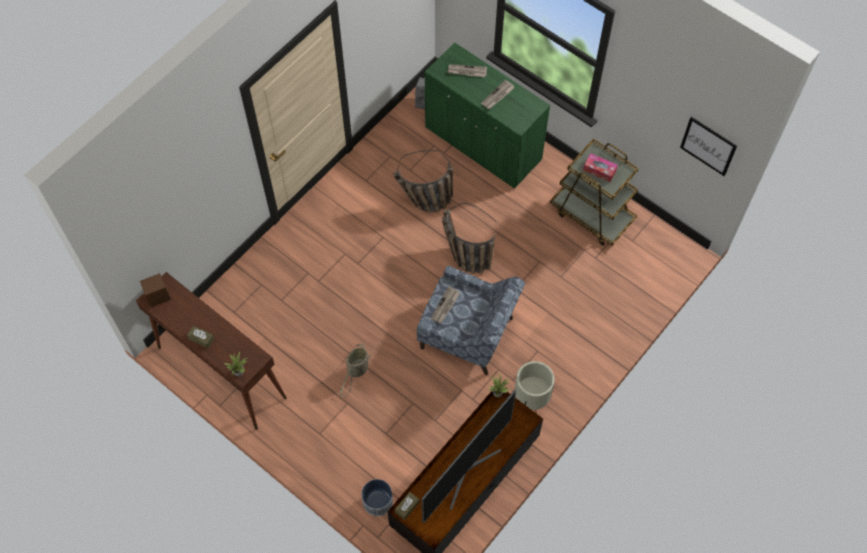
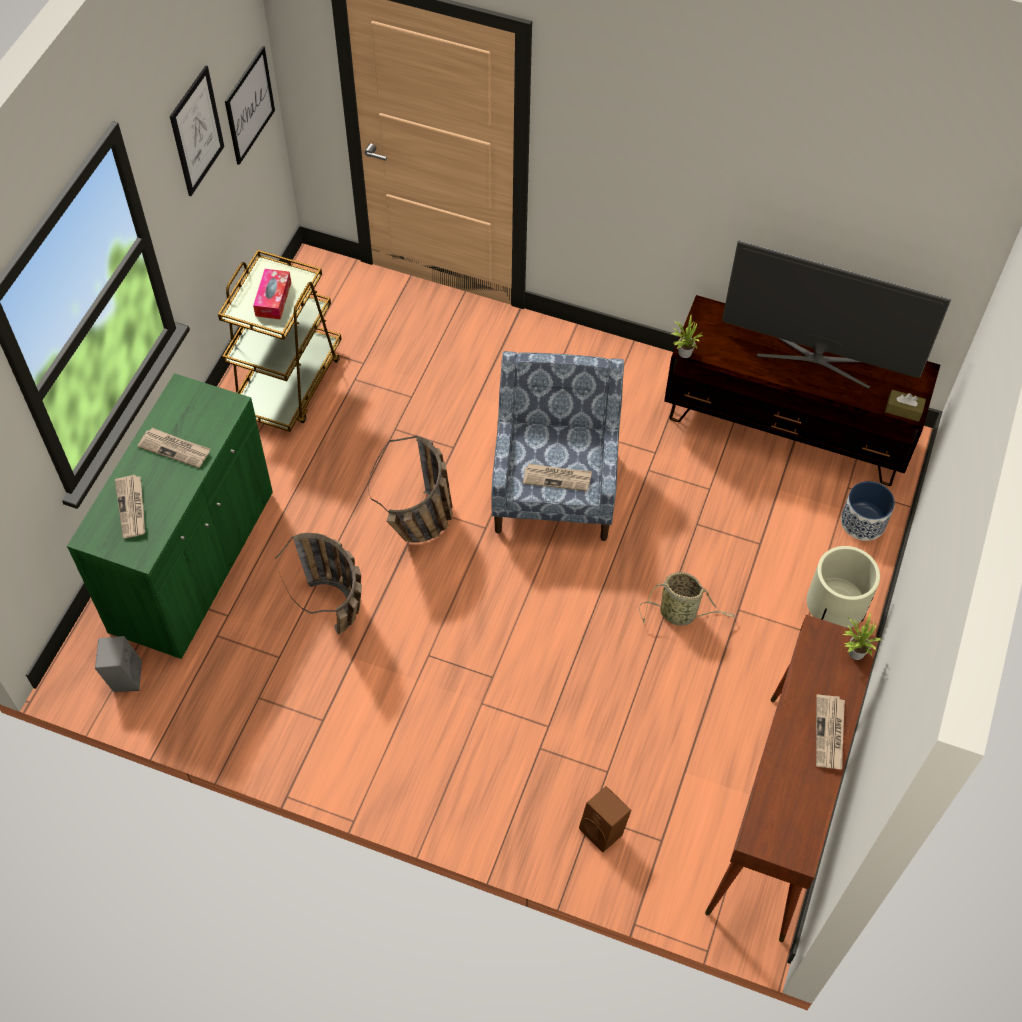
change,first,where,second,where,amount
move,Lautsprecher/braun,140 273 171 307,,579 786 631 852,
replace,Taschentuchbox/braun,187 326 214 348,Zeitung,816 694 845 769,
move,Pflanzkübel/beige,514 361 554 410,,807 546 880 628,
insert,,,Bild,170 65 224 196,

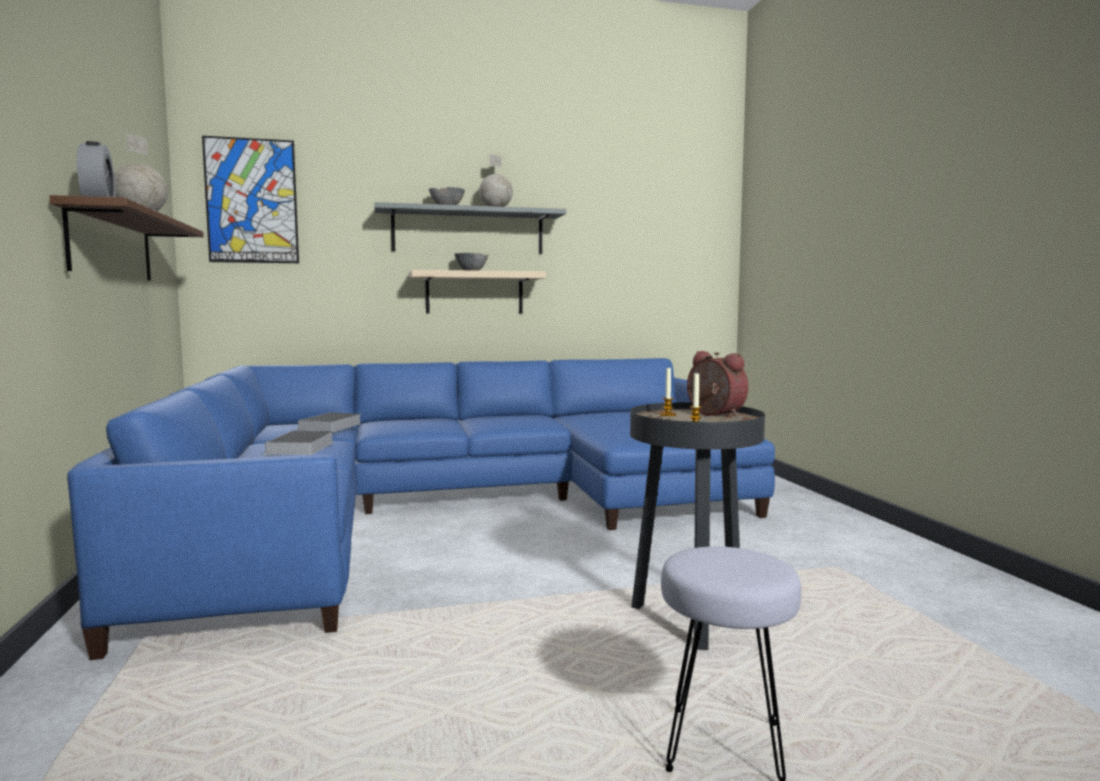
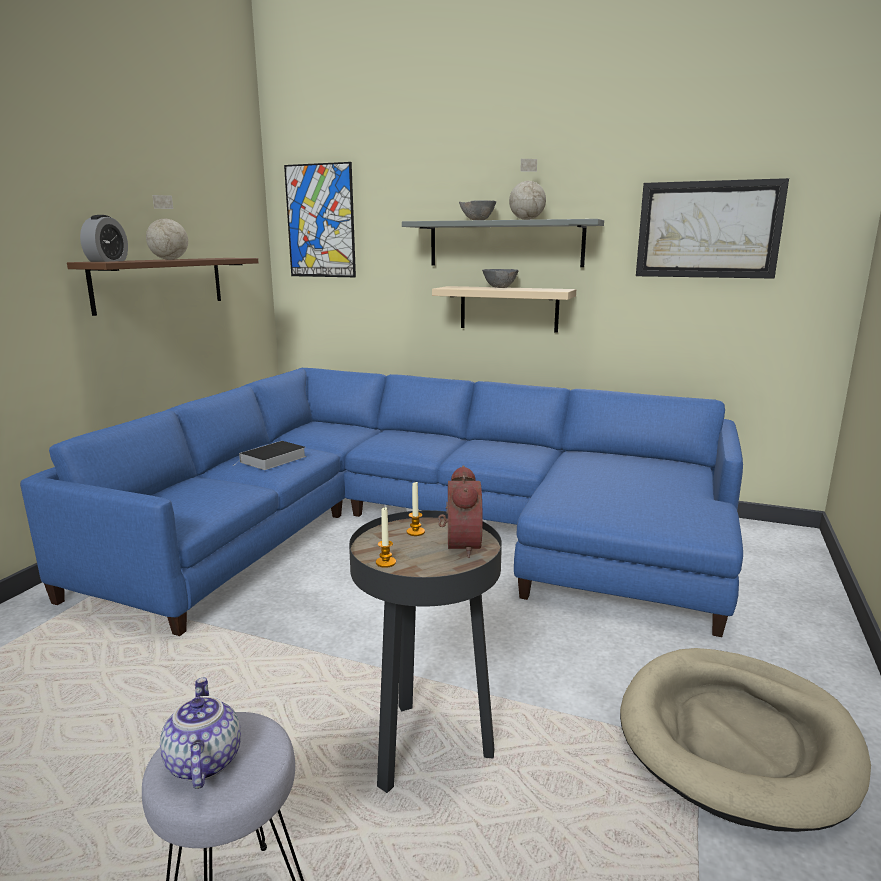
change,first,where,second,where,amount
delete,Buch,295 412 362 432,,,
insert,,,Bild,636 178 789 279,
insert,,,Hundebett/beige,620 648 871 832,
insert,,,Teekanne,160 677 241 789,

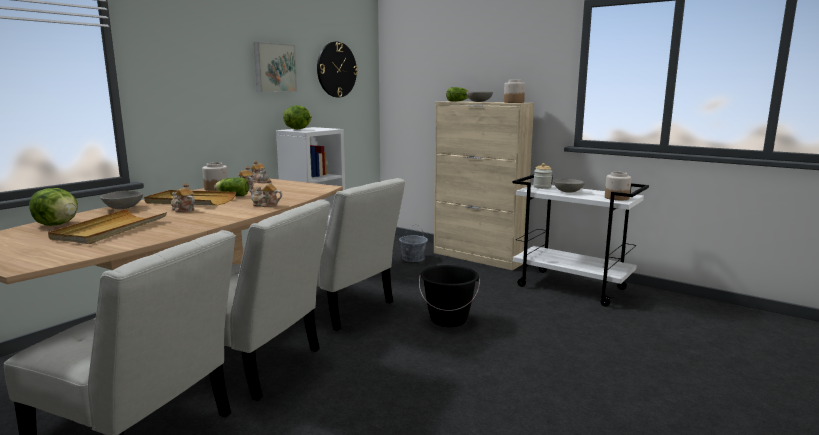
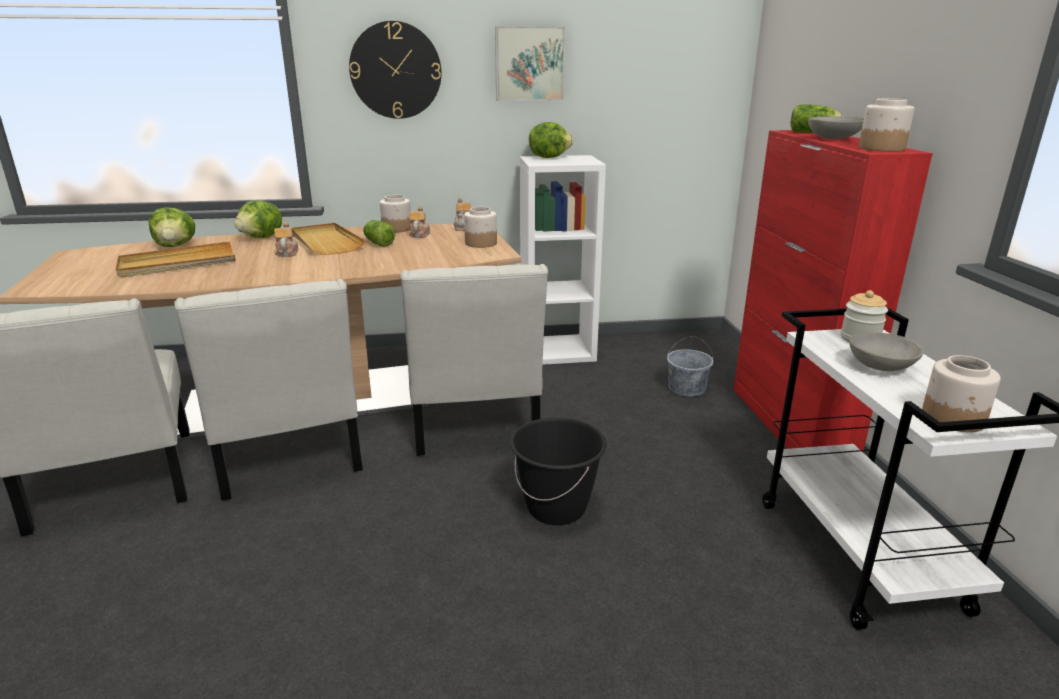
change,first,where,second,where,amount
move,Wanduhr,317 42 358 97,,349 21 441 119,
recolor,Schrank/beige,434 101 534 270,Schrank/rot,733 130 933 452,
delete,Teekanne,249 179 282 207,,,
replace,Schüssel/grau,100 191 143 209,Salatkopf,234 200 282 238,
insert,,,Vorratsglas,464 207 497 248,

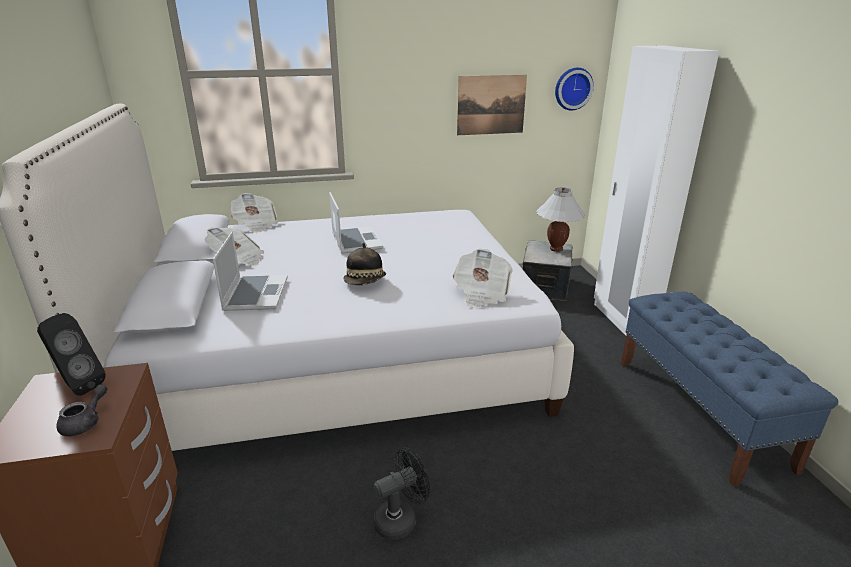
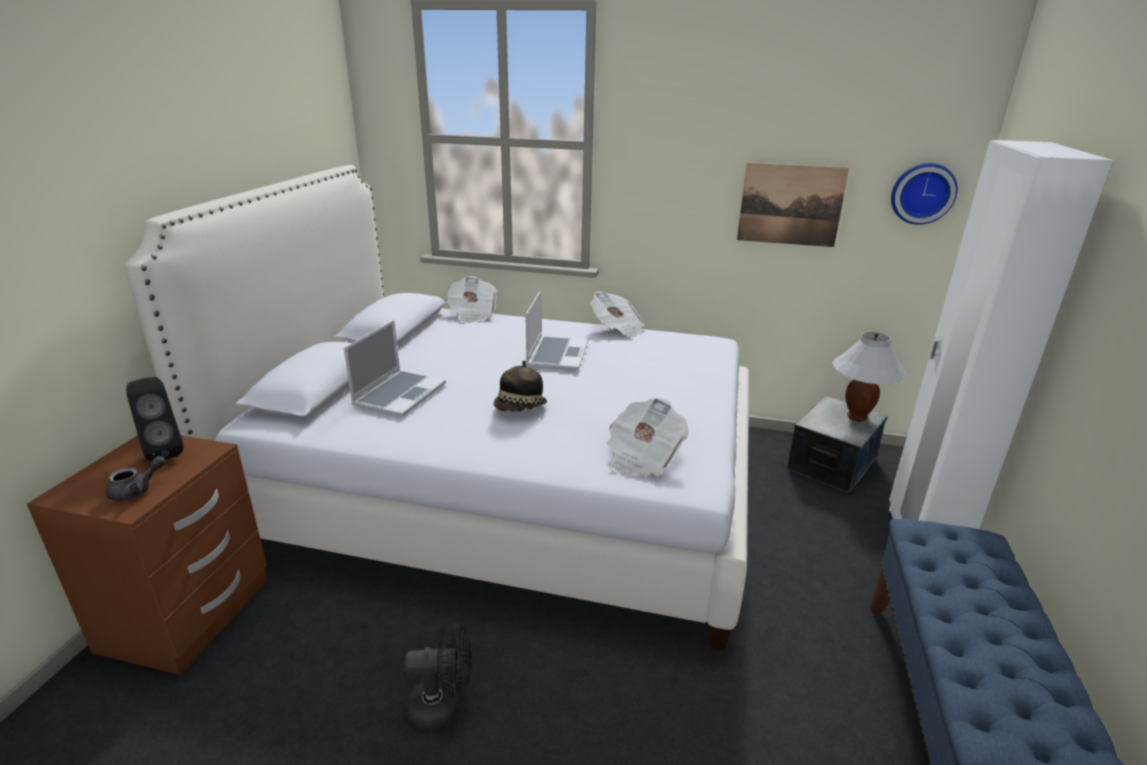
change,first,where,second,where,amount
move,Zeitung,204 227 264 267,,590 291 645 339,

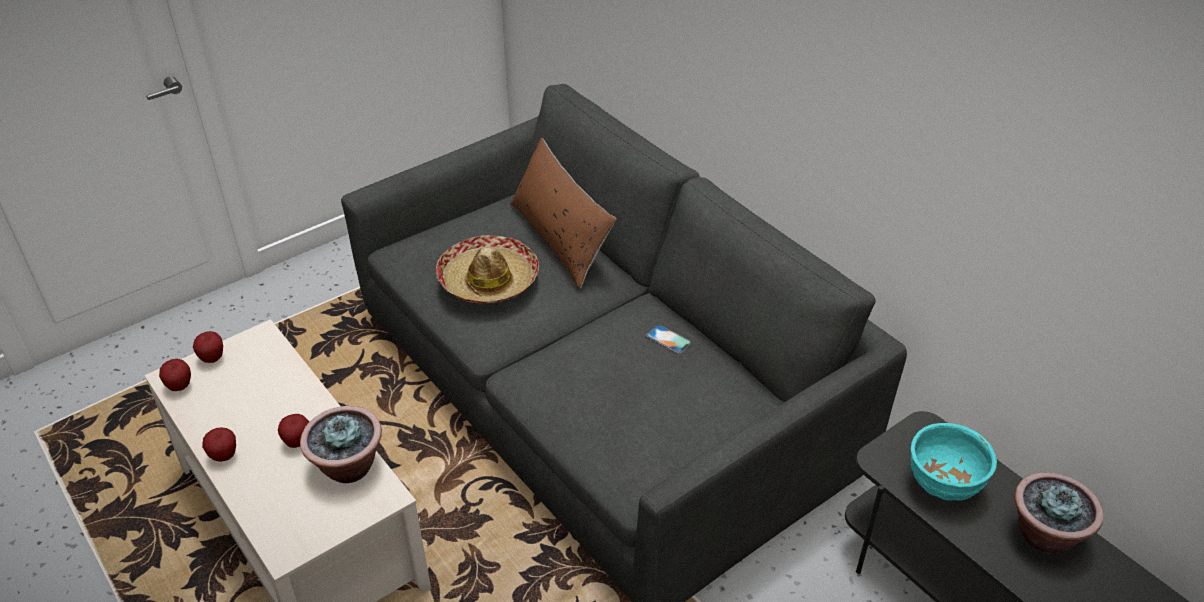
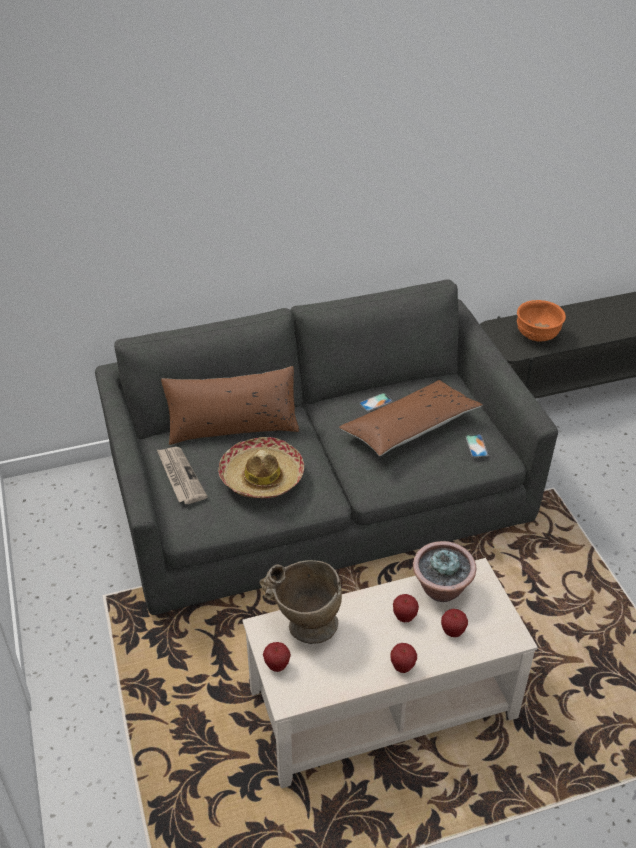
change,first,where,second,where,amount
move,Apfel,159 359 191 391,,441 609 468 637,
recolor,Schüssel/türkis,911 423 997 501,Schüssel/orange,517 300 566 342,
delete,Topfpflanze,1015 472 1104 554,,,
insert,,,Kissen/braun,339 380 483 456,
insert,,,Handy,465 434 488 457,
insert,,,Zeitung,157 447 207 504,
insert,,,Vase/beige,259 560 342 644,

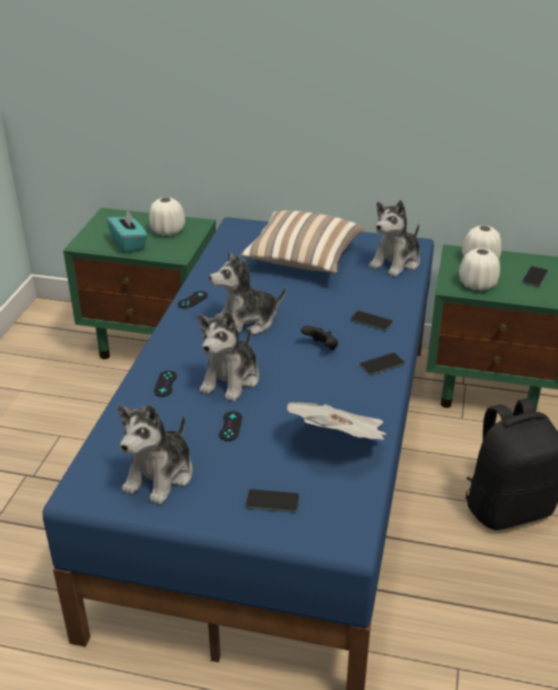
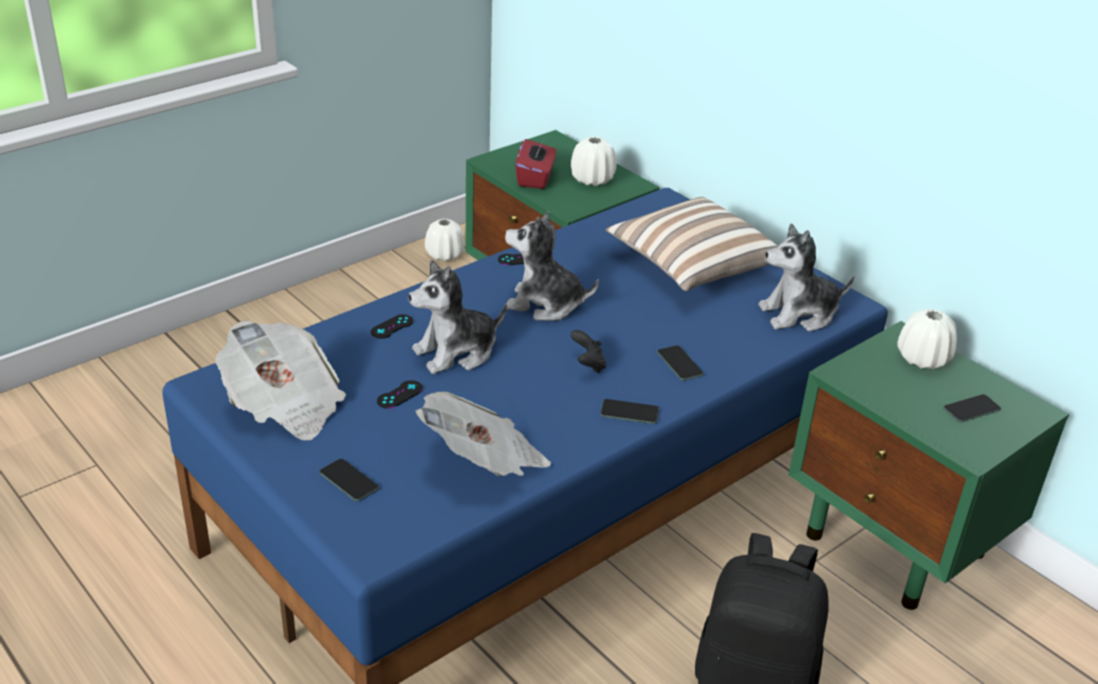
change,first,where,second,where,amount
recolor,Taschentuchbox/türkis,107 209 147 254,Taschentuchbox/rot,515 139 557 189,
move,Vase/weiß,459 248 500 291,,425 219 465 261,
replace,Plüschtier,118 404 193 505,Zeitung,215 320 346 440,

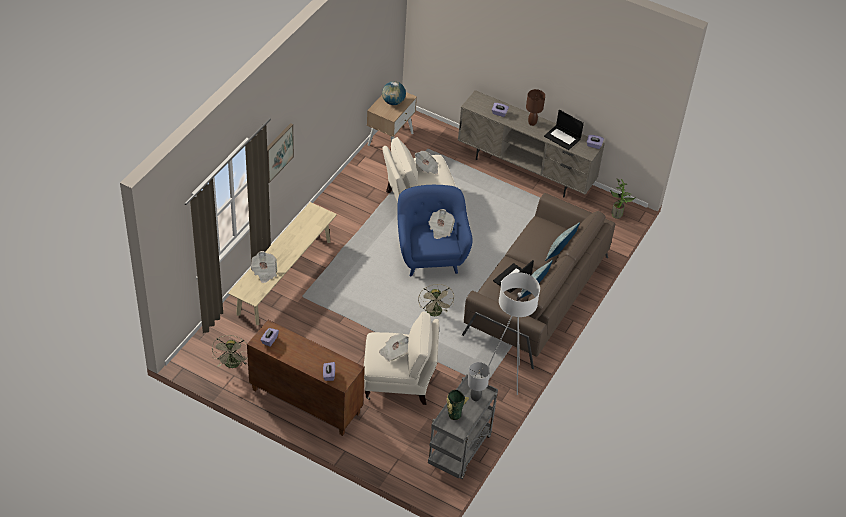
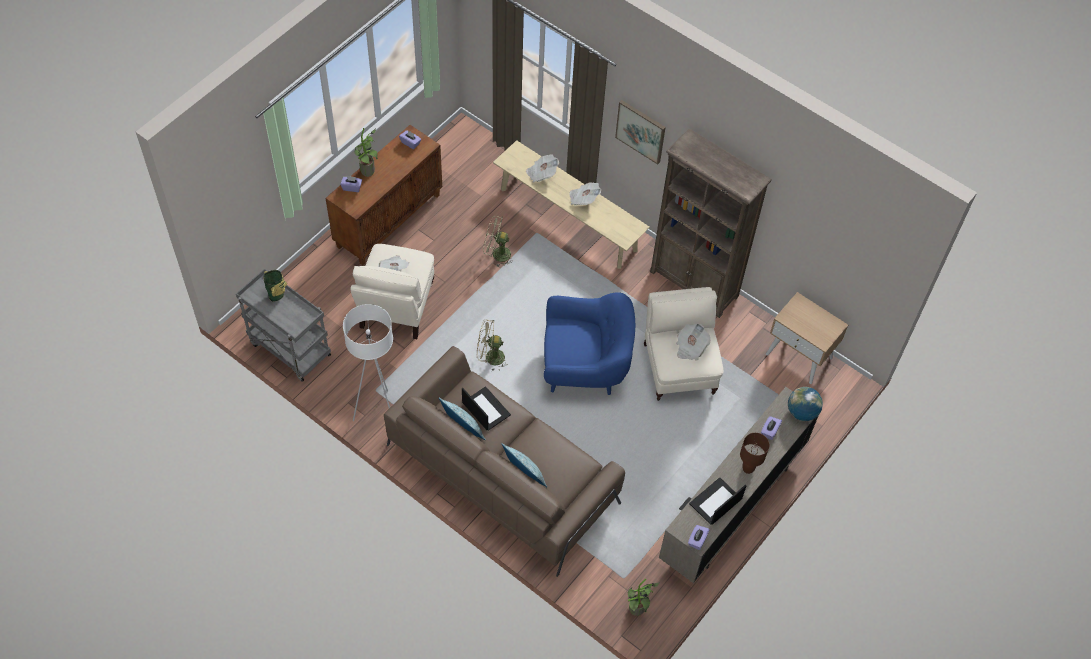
change,first,where,second,where,amount
move,Globus,382 81 406 105,,788 387 823 421,
move,Zeitung,428 209 455 239,,569 182 601 205,
move,Ventilator/beige,212 335 248 368,,483 216 513 267,
delete,Tischlampe/grau,467 362 490 401,,,
insert,,,Topfpflanze,354 128 378 177,
insert,,,Bücherregal/braun,650 129 772 318,

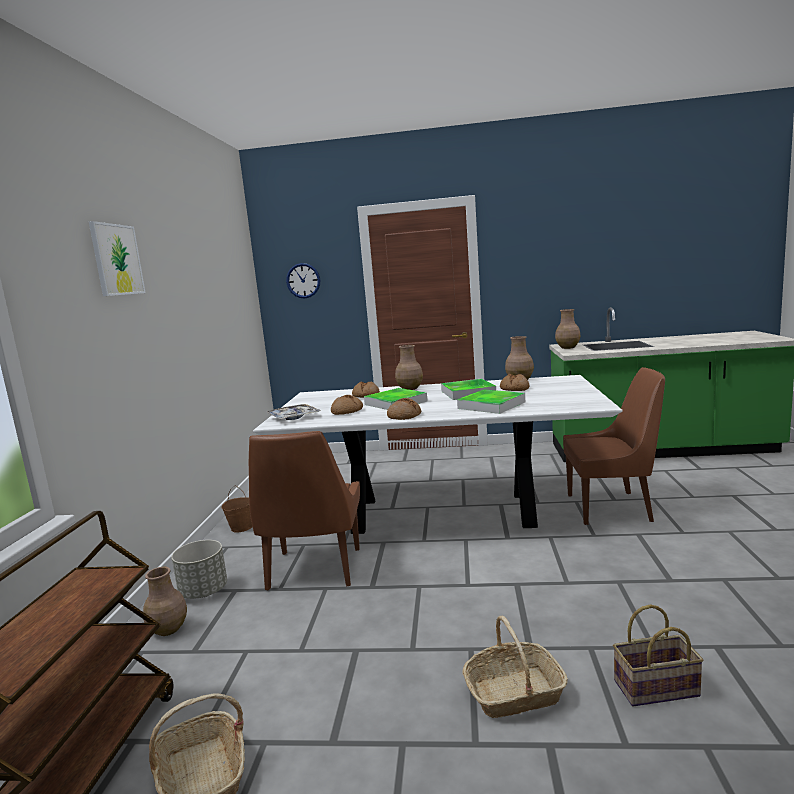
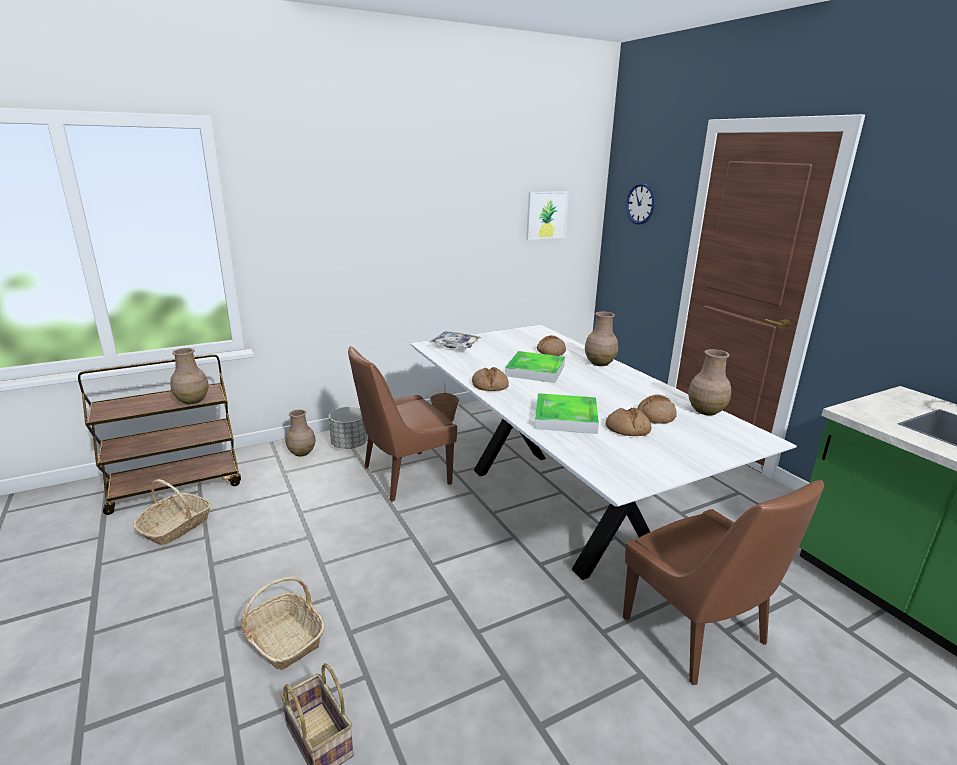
change,first,where,second,where,amount
move,Bild,89 221 146 296,,526 191 569 240,
move,Vase/braun,555 309 580 349,,170 348 209 404,
delete,Tablett,441 379 496 400,,,
move,Brot,331 395 363 415,,606 408 651 436,

